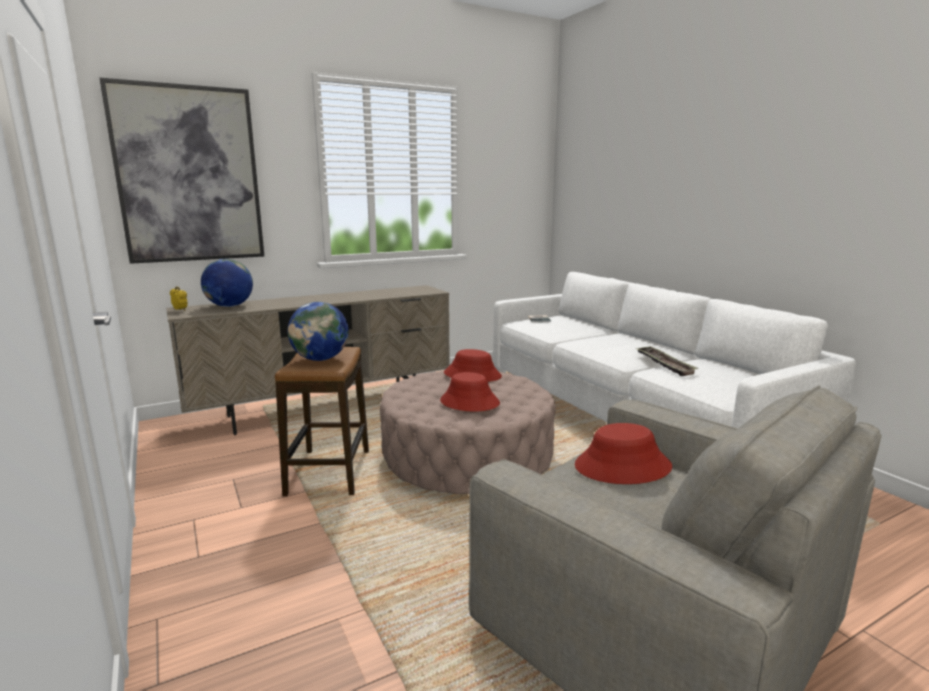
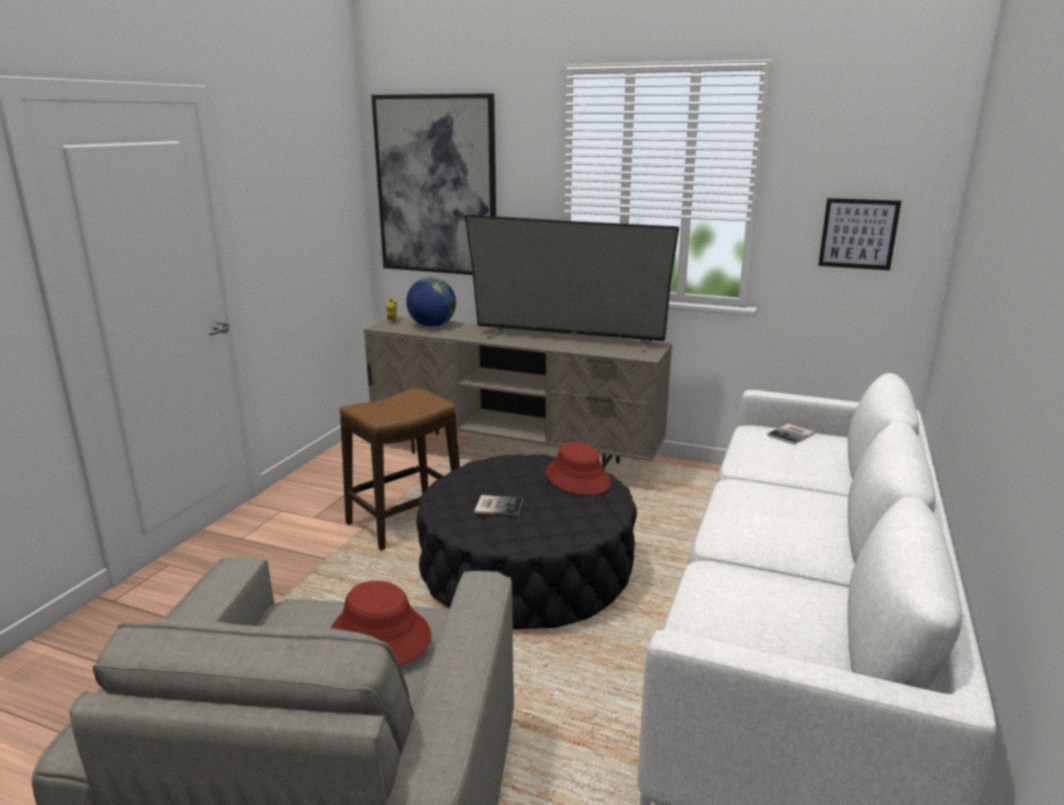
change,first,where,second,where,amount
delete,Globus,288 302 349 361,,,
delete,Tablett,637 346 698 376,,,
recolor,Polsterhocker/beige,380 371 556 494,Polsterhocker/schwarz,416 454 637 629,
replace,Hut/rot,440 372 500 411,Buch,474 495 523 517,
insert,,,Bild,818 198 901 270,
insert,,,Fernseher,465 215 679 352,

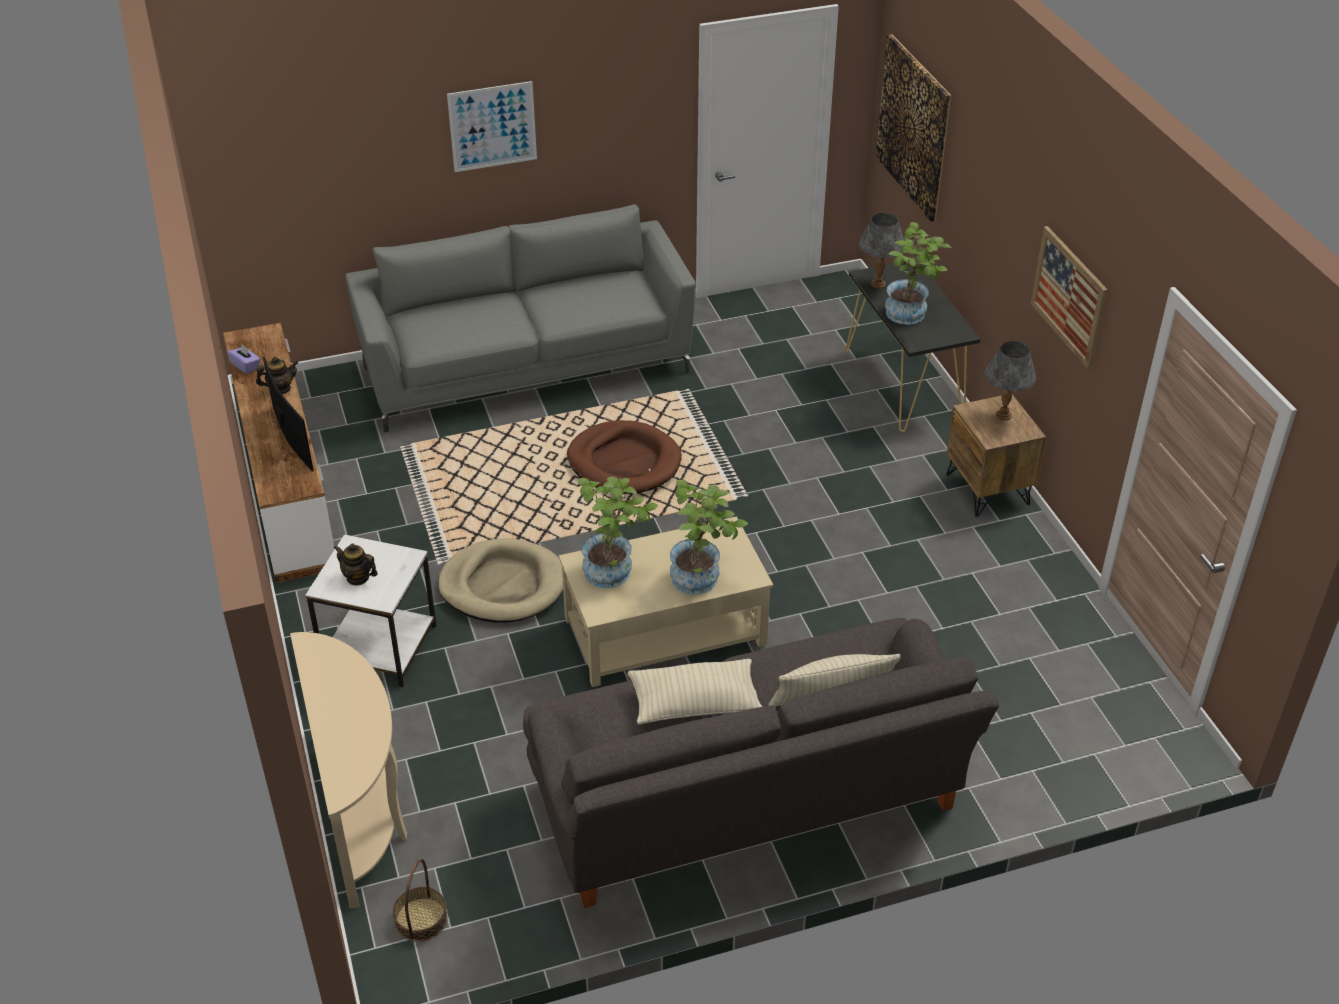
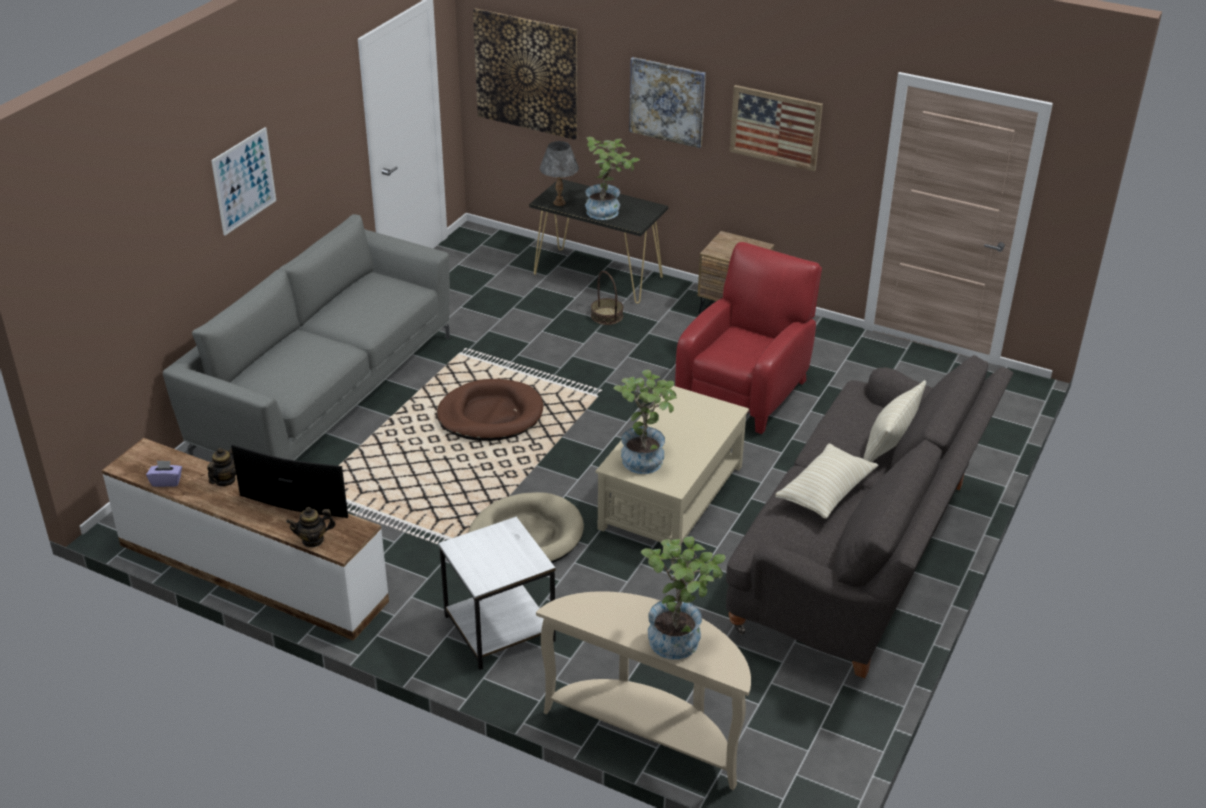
change,first,where,second,where,amount
delete,Tischlampe/grau,985 341 1036 421,,,
move,Topfpflanze,670 480 748 594,,641 536 726 659,
move,Teekanne,334 543 378 586,,286 507 336 547,
move,Korb,393 859 447 942,,591 271 623 325,
insert,,,Bild,629 57 706 148,
insert,,,Sessel/rot,675 242 822 434,

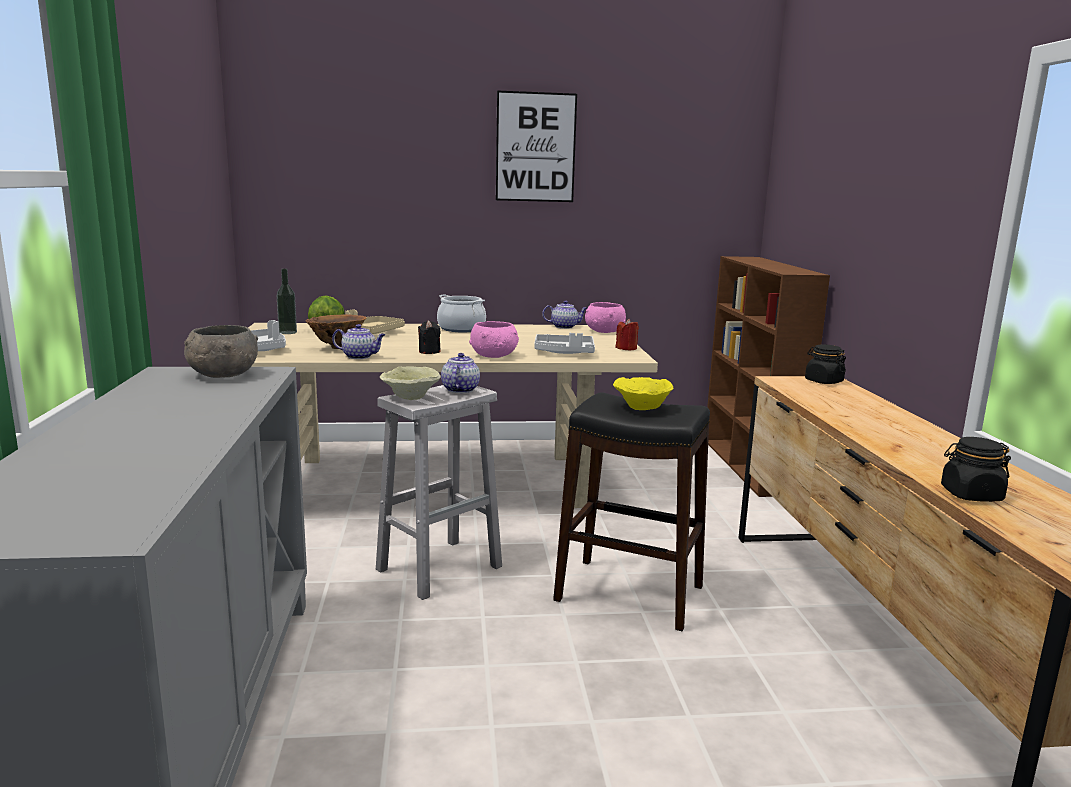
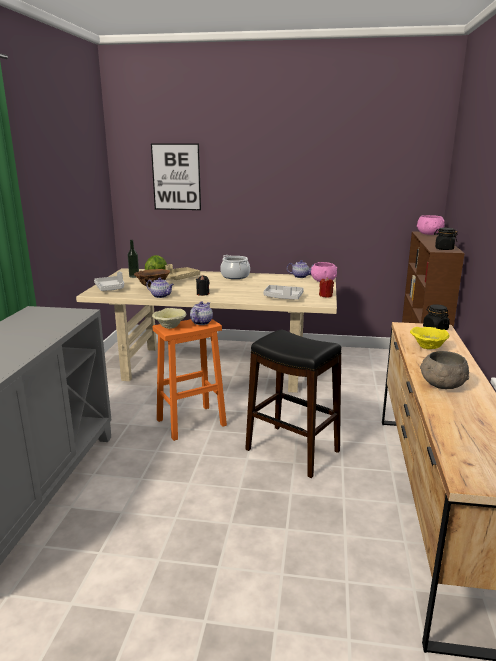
change,first,where,second,where,amount
move,Bild,496 90 577 202,,151 143 201 210,
move,Schüssel/rosa,469 321 519 358,,417 215 445 235,
move,Schüssel/grau,184 325 258 378,,420 351 469 389,
move,Schüssel/gelb,613 377 673 410,,410 327 450 349,
recolor,Hocker/weiß,376 385 502 600,Hocker/orange,153 319 227 441,
move,Vorratsglas/schwarz,941 437 1011 502,,434 228 458 250,

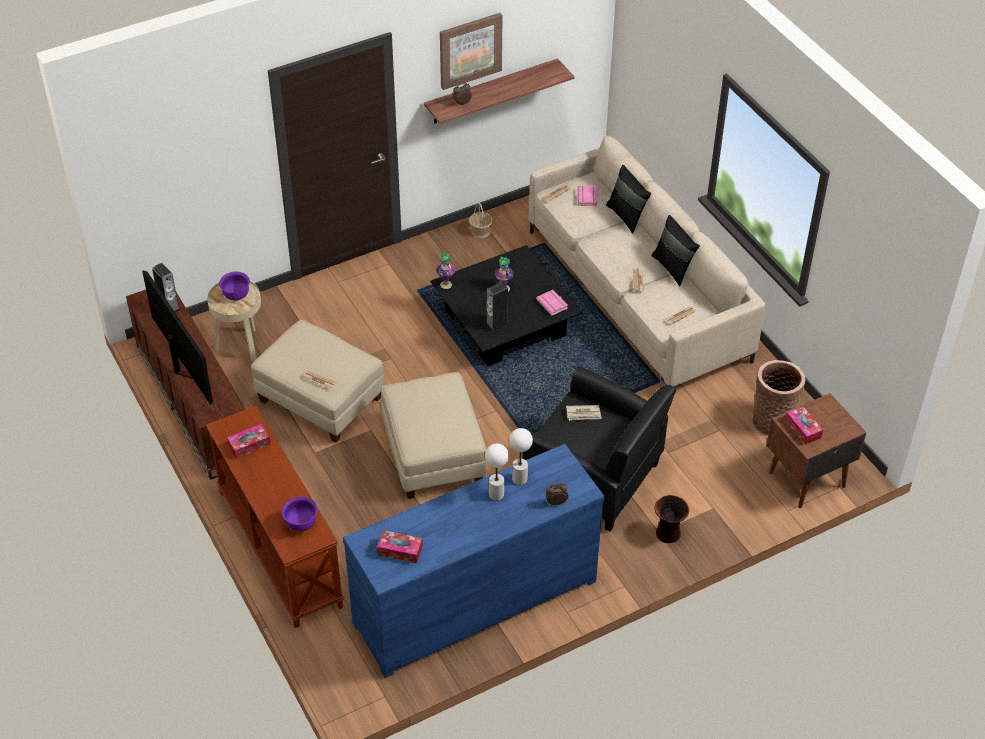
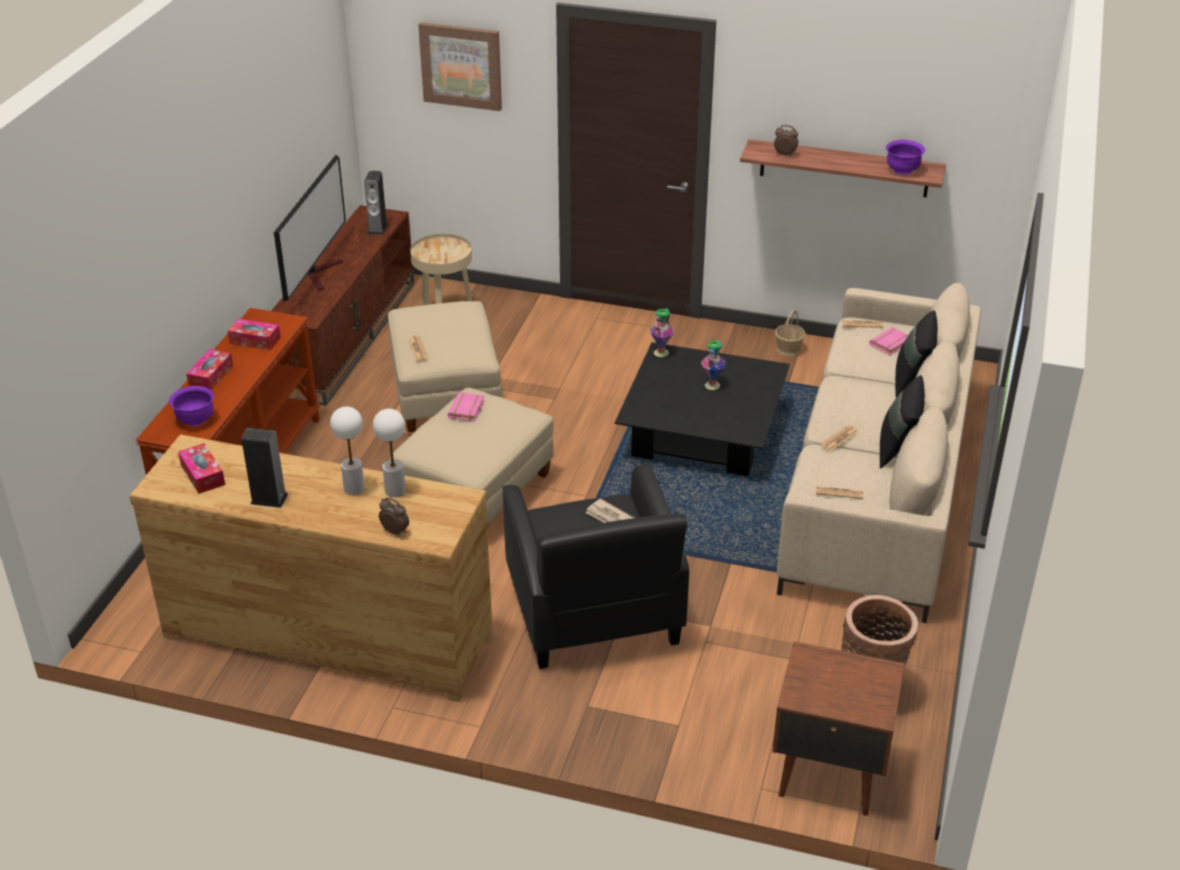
change,first,where,second,where,amount
move,Bild,440 13 503 90,,418 22 502 111,
move,Schüssel/lila,219 272 250 301,,886 140 925 175,
move,Lautsprecher,485 281 508 332,,242 428 288 508,
move,Buch/rosa,536 290 568 315,,448 392 484 421,
move,Taschentuchbox,785 406 823 445,,186 349 233 390,
recolor,Kommode/blau,343 444 605 678,Kommode/braun,129 434 493 702,
delete,Vase,654 495 689 543,,,

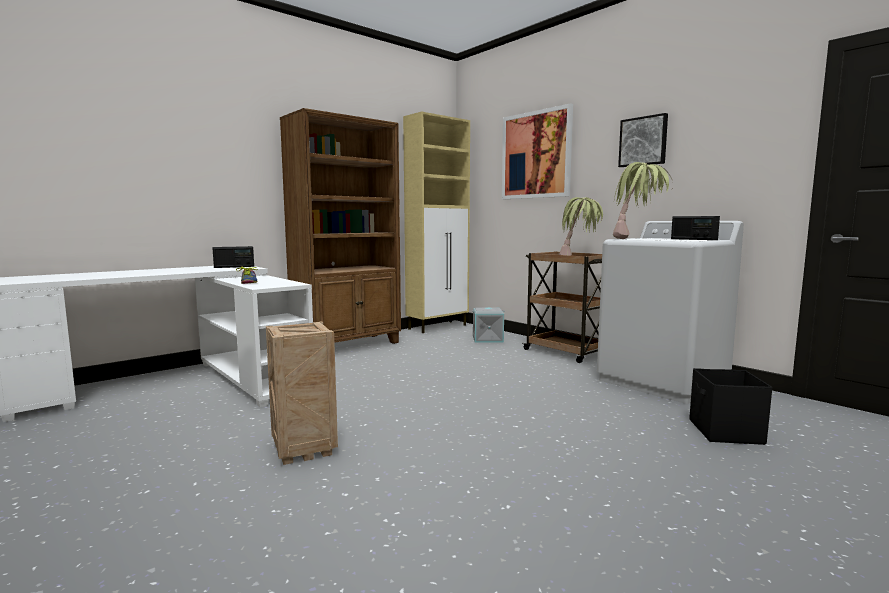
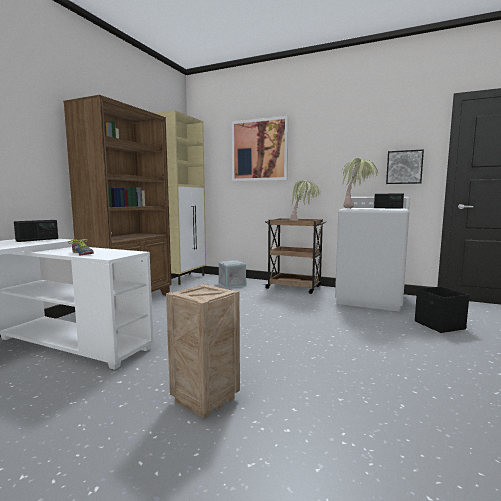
change,first,where,second,where,amount
move,Bild,618 113 668 167,,386 149 424 184,

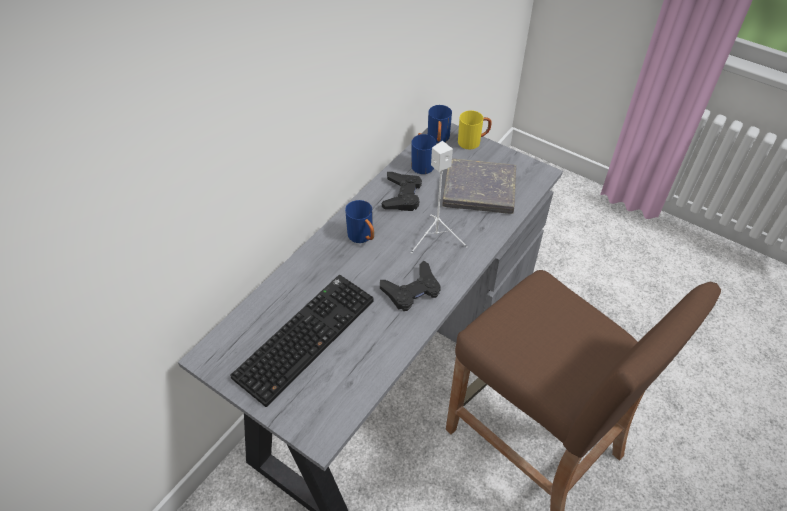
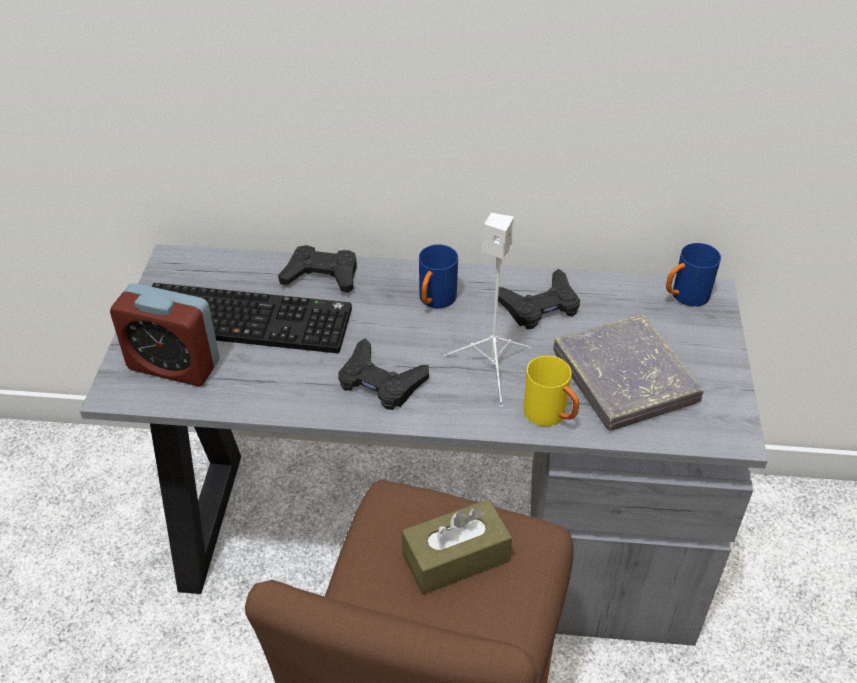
change,first,where,second,where,amount
move,Henkelbecher/gelb,458 110 492 149,,524 356 579 426,
delete,Henkelbecher/blau,411 133 436 174,,,
insert,,,Gamepad/schwarz,278 245 357 293,
insert,,,Wecker,110 283 220 386,
insert,,,Taschentuchbox/braun,402 499 512 594,

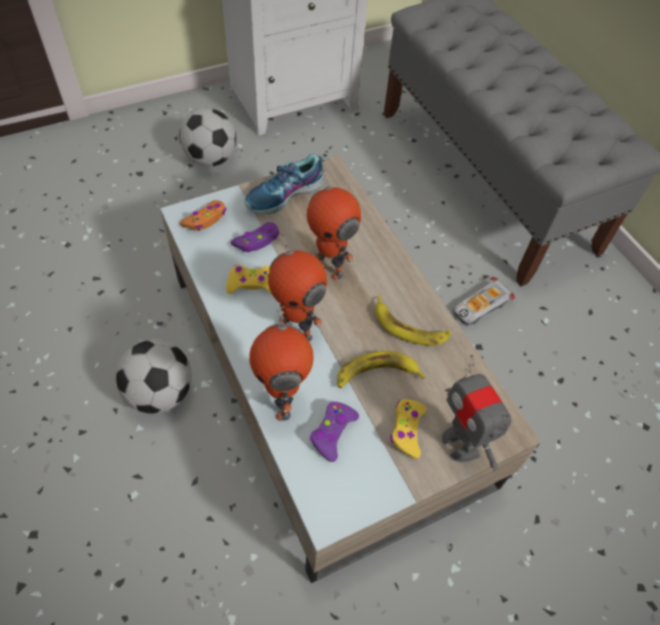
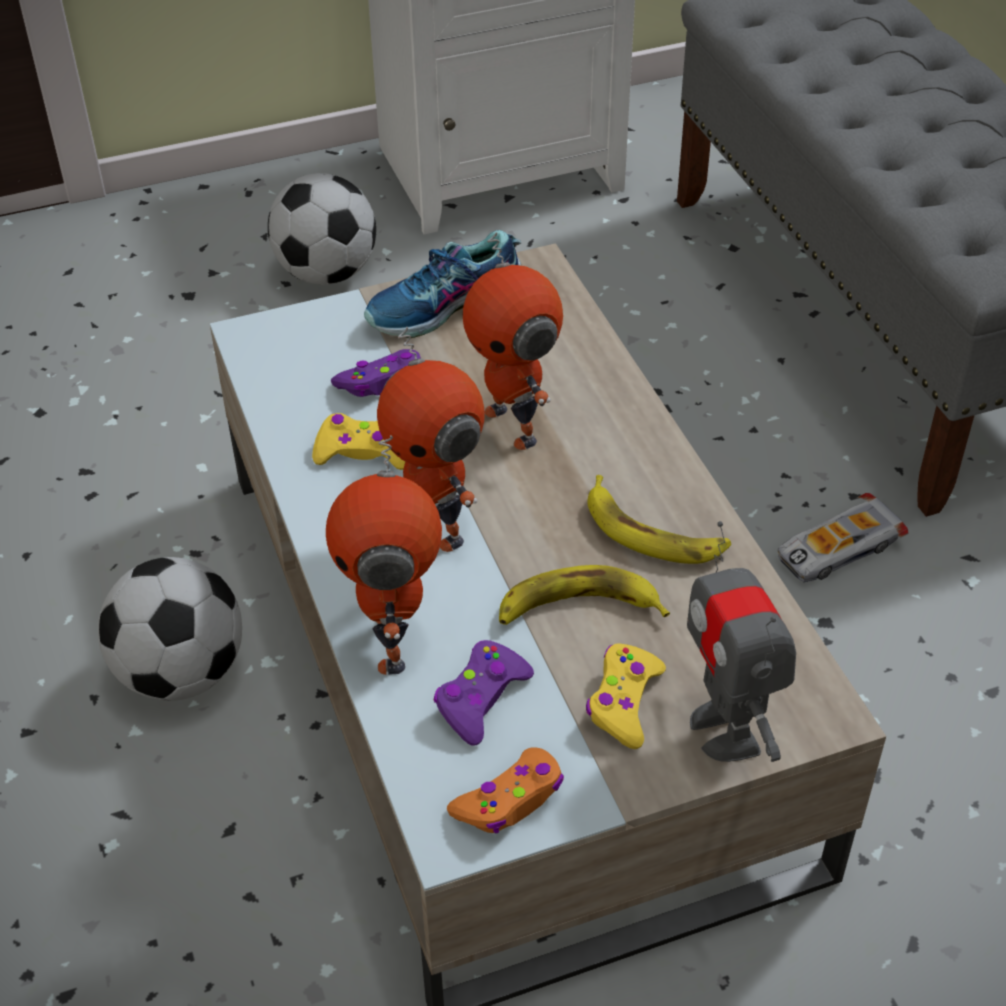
change,first,where,second,where,amount
move,Gamepad/orange,180 200 226 231,,447 747 564 833,

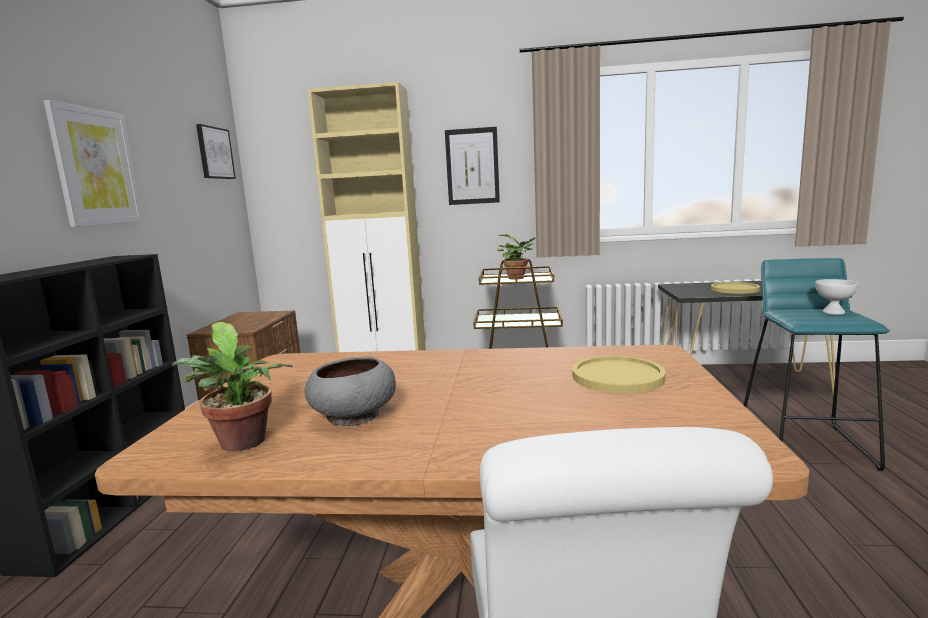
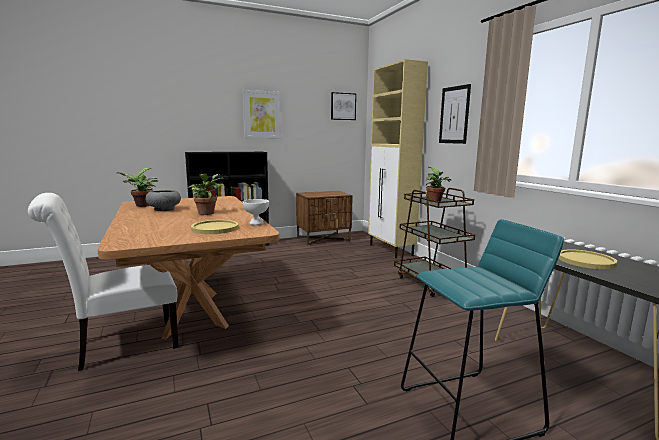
change,first,where,second,where,amount
move,Schüssel/weiß,815 279 859 315,,242 199 269 225,
insert,,,Topfpflanze,187 173 223 215,

